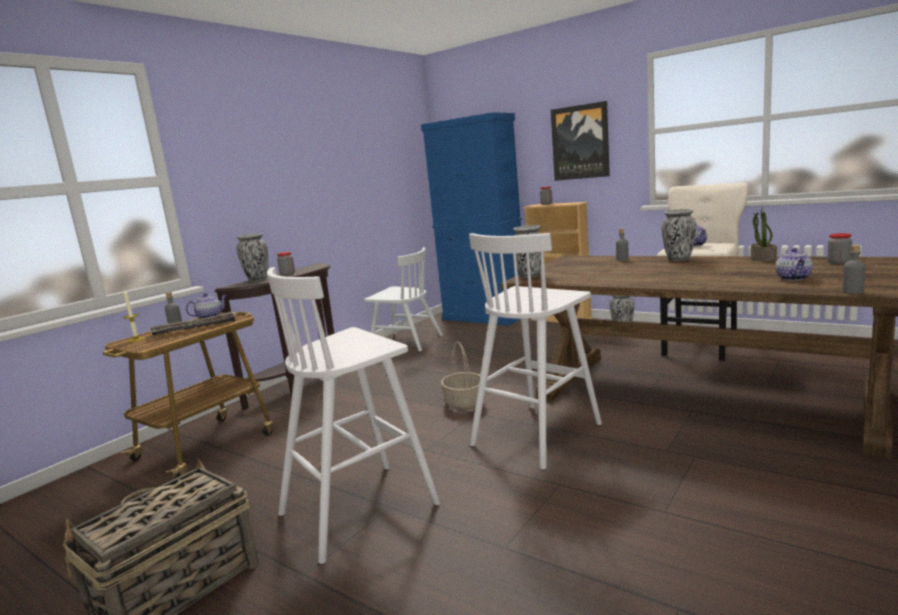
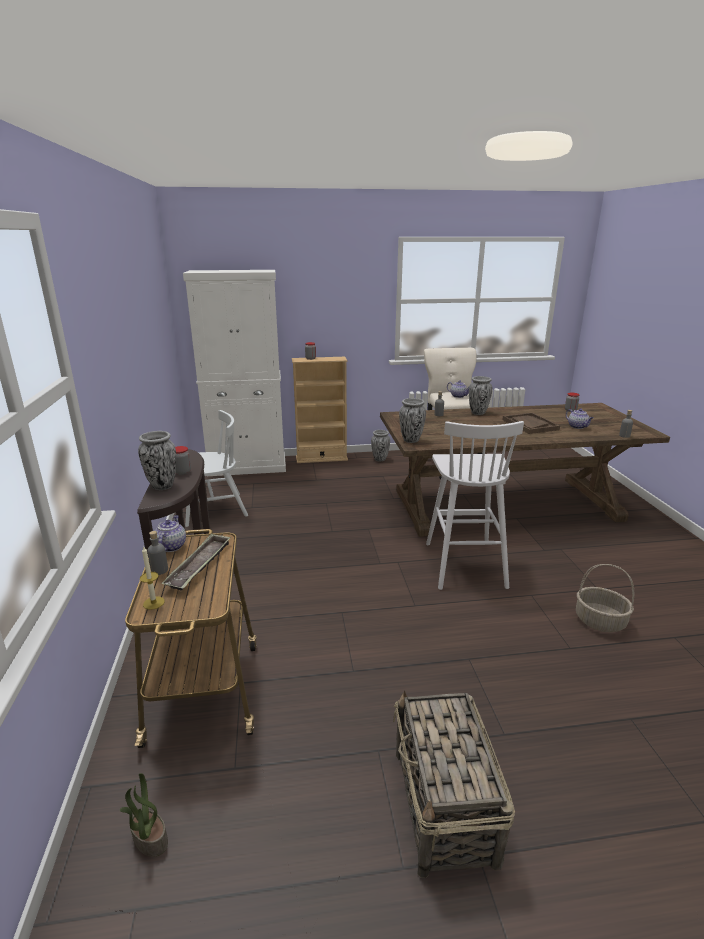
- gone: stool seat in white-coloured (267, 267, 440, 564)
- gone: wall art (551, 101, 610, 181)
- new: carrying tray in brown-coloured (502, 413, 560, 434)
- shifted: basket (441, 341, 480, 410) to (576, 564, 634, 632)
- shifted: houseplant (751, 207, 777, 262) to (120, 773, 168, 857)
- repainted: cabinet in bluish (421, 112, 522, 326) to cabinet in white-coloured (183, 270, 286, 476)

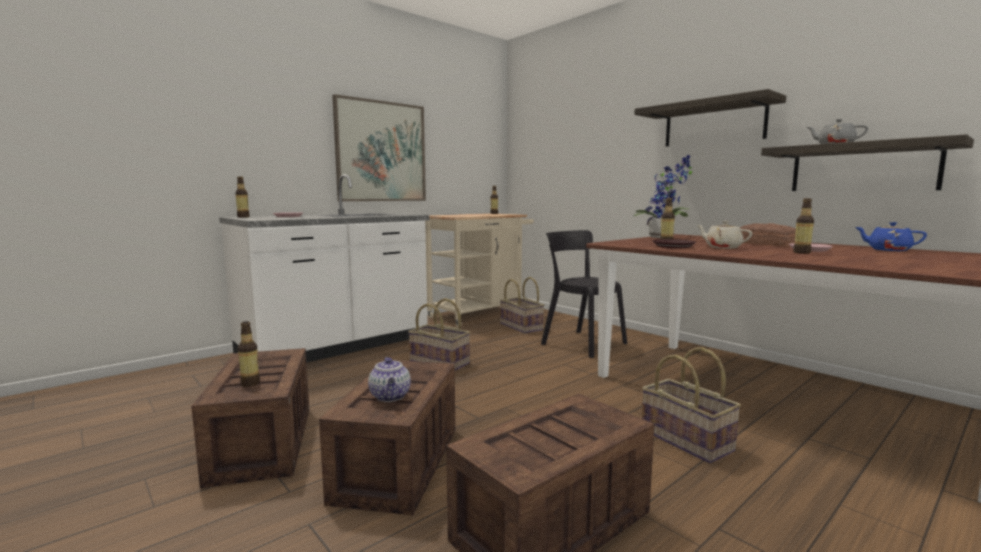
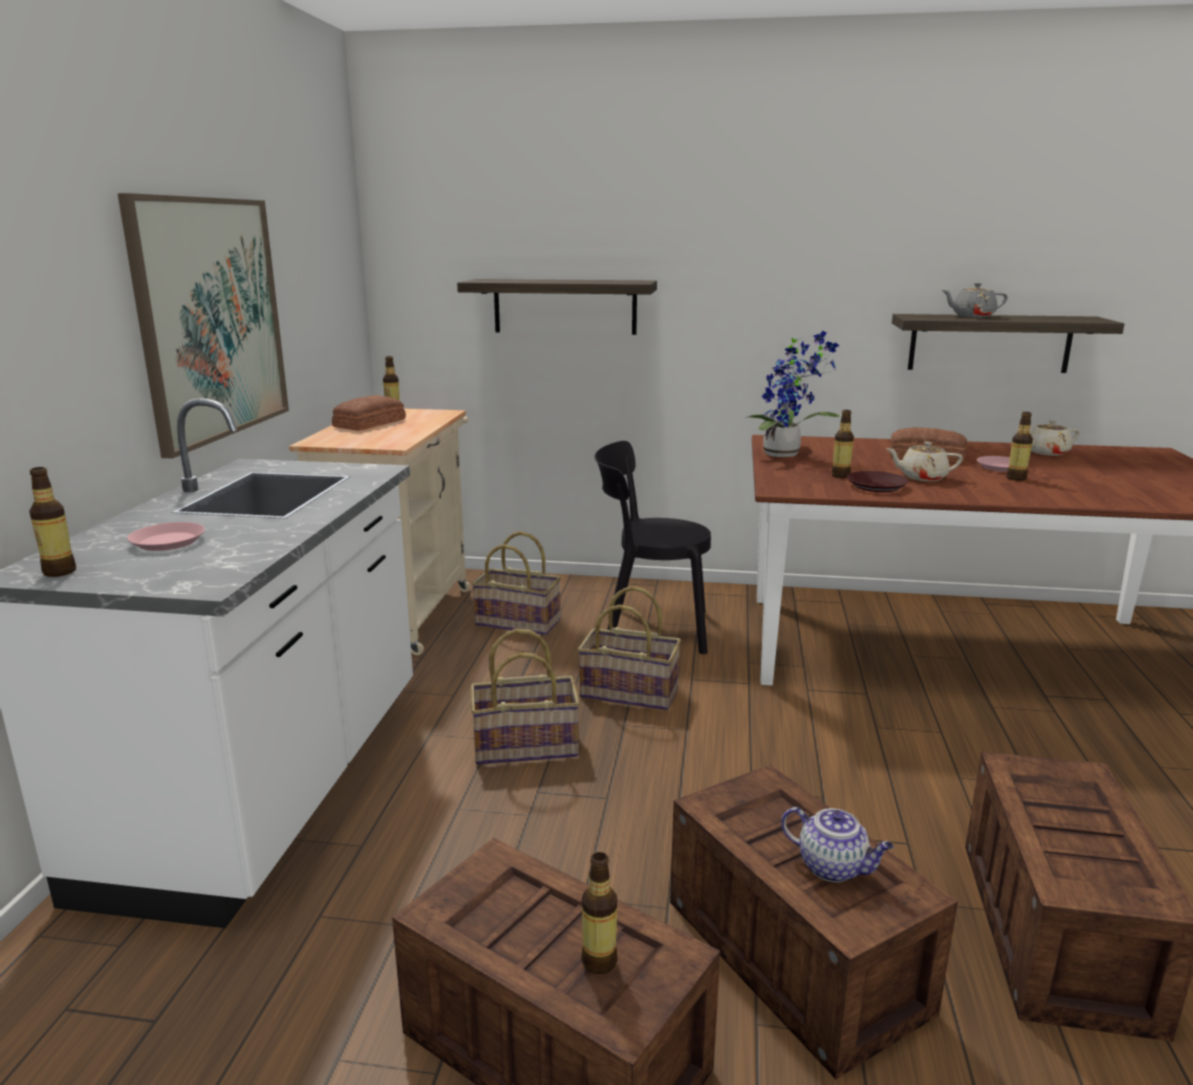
- new: bakery bread (332, 395, 406, 431)
- shifted: bracket shelf (634, 89, 786, 147) to (457, 279, 657, 335)
- shifted: basket (642, 347, 741, 463) to (578, 586, 681, 710)
- repainted: teapot in bluish (855, 222, 927, 251) to teapot in beige-coloured (1030, 420, 1080, 456)

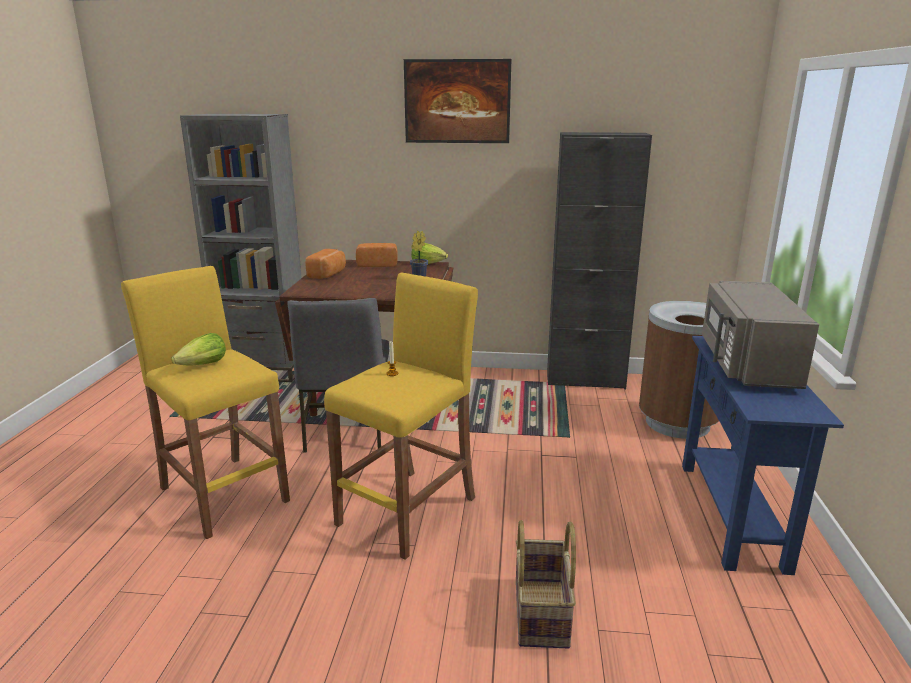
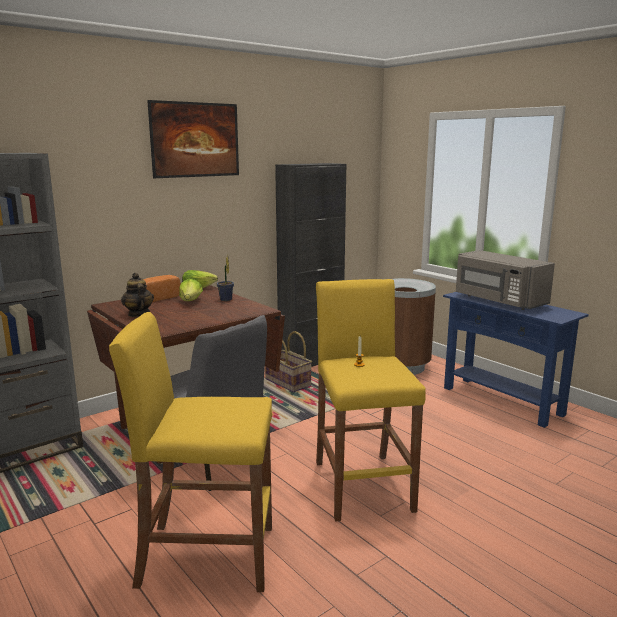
- shifted: lettuce head (172, 333, 226, 366) to (179, 279, 203, 301)
- shifted: basket (516, 520, 576, 648) to (265, 331, 312, 392)
- swapped: bakery bread (305, 249, 346, 279) to teapot (121, 273, 154, 317)

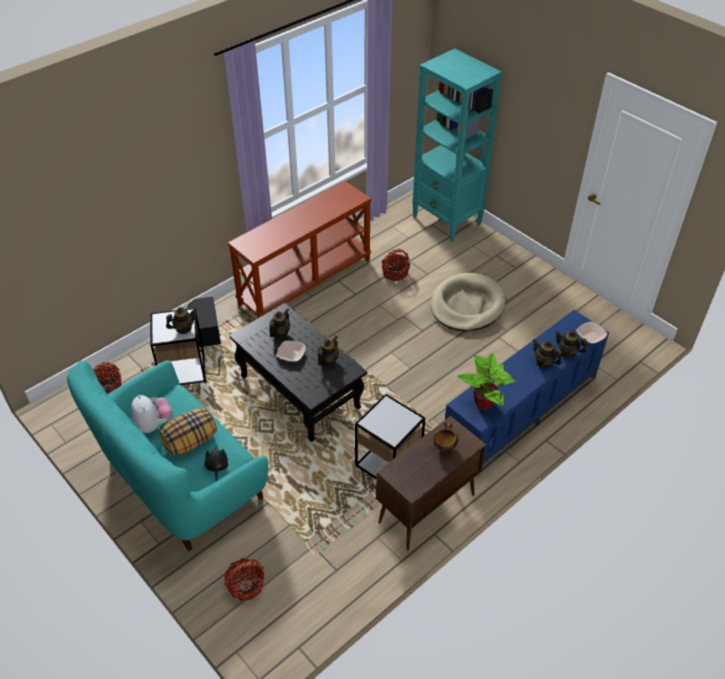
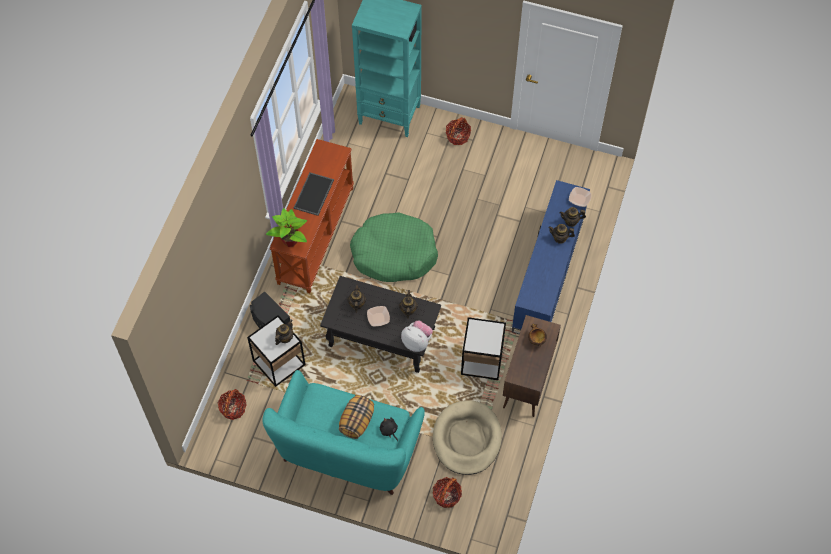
- new: carrying tray (294, 172, 334, 216)
- new: dog bed in green (350, 212, 438, 282)
- shifted: soft toy (131, 395, 173, 433) to (401, 321, 433, 352)
- shifted: basket (382, 249, 410, 281) to (446, 117, 471, 145)
- shifted: dog bed in beige-coloured (431, 273, 506, 331) to (433, 400, 502, 475)
- shifted: houseplant (457, 353, 515, 410) to (266, 208, 307, 247)

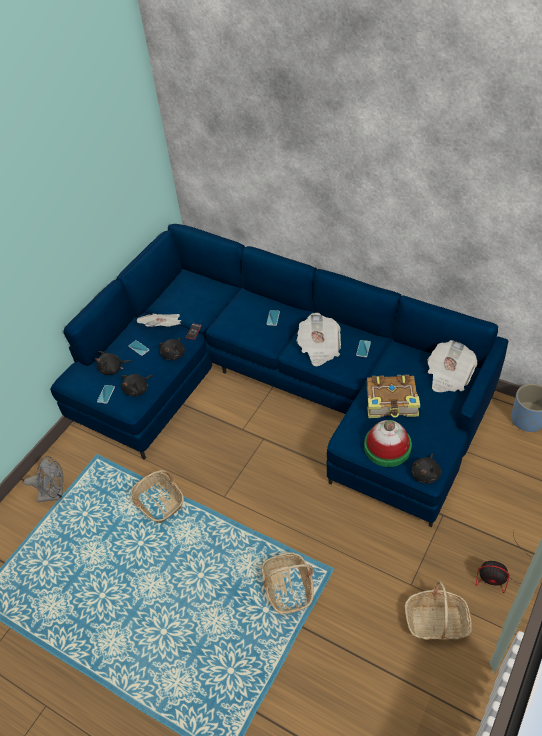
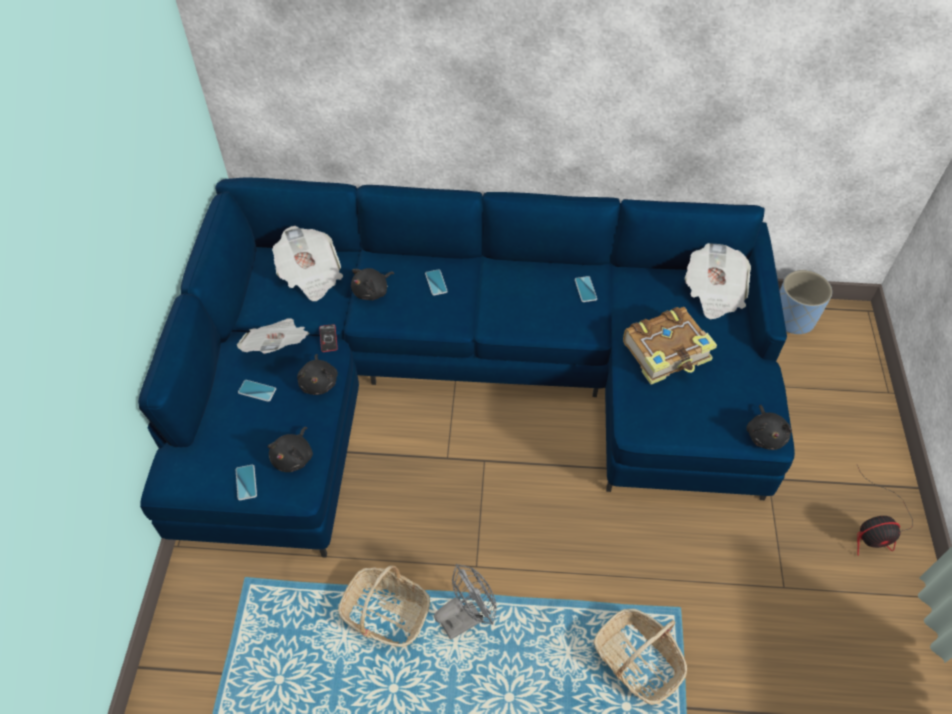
- gone: clothing hat (364, 420, 412, 467)
- gone: basket (405, 581, 472, 640)
- shifted: cooling fan in grey (24, 456, 64, 502) to (434, 564, 497, 640)
- shifted: soft toy in blackish (95, 351, 132, 375) to (351, 268, 394, 300)
- shifted: printed paper (296, 313, 341, 367) to (272, 226, 343, 301)

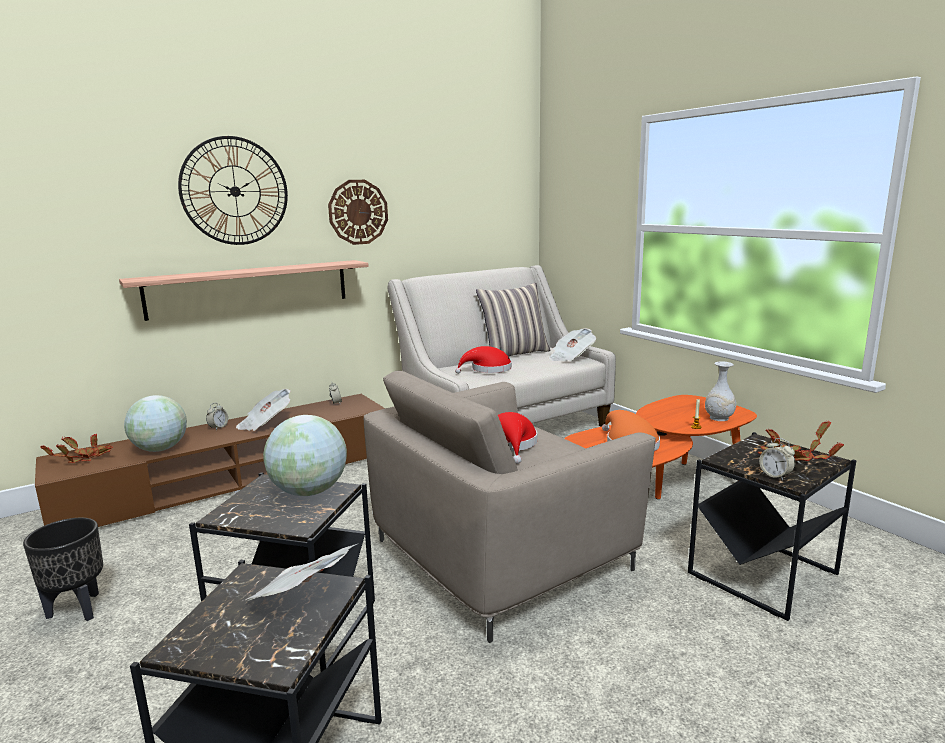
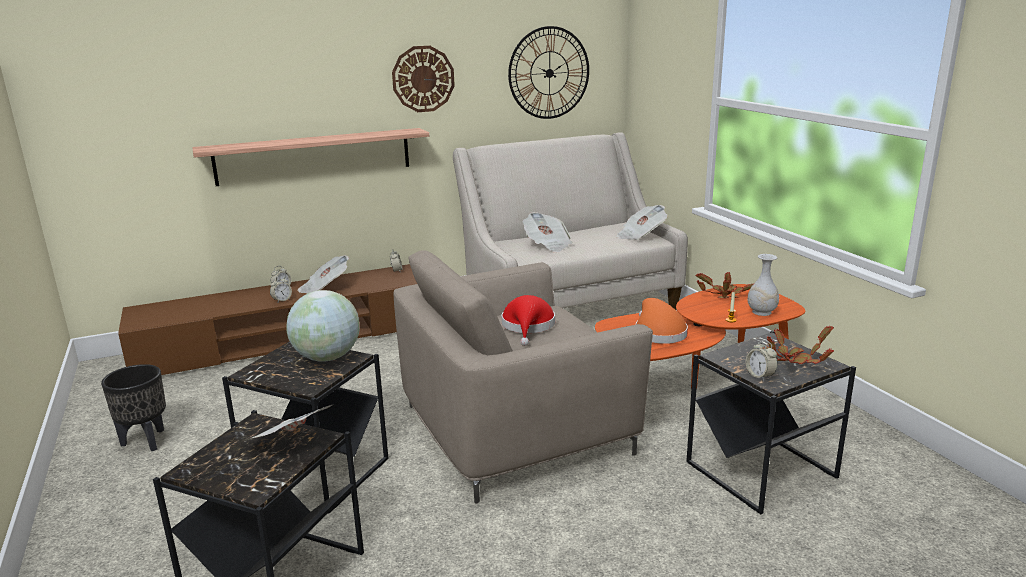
- gone: desk globe (124, 395, 187, 452)
- gone: pillow (476, 283, 551, 357)
- new: alarm clock (270, 276, 292, 302)
- shifted: houseplant (40, 434, 113, 463) to (695, 272, 753, 299)
- shifted: wall clock (178, 136, 288, 245) to (508, 26, 589, 119)
- swapped: clothing hat in reddish (455, 346, 512, 374) to printed paper (523, 212, 573, 253)

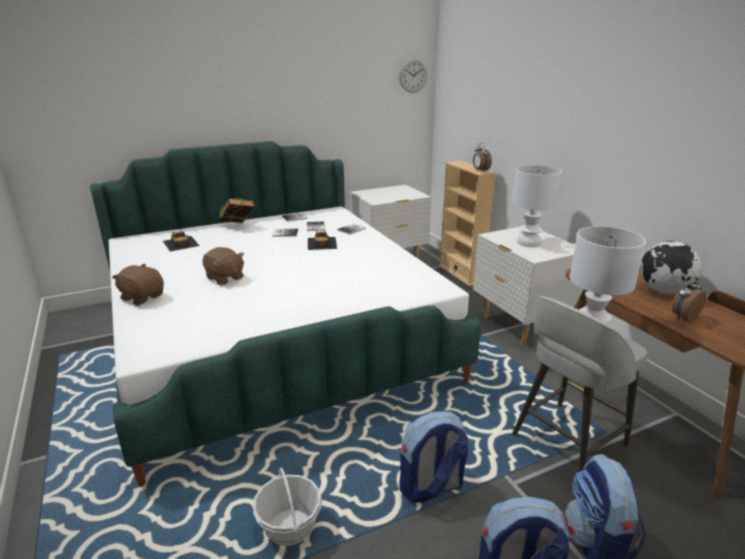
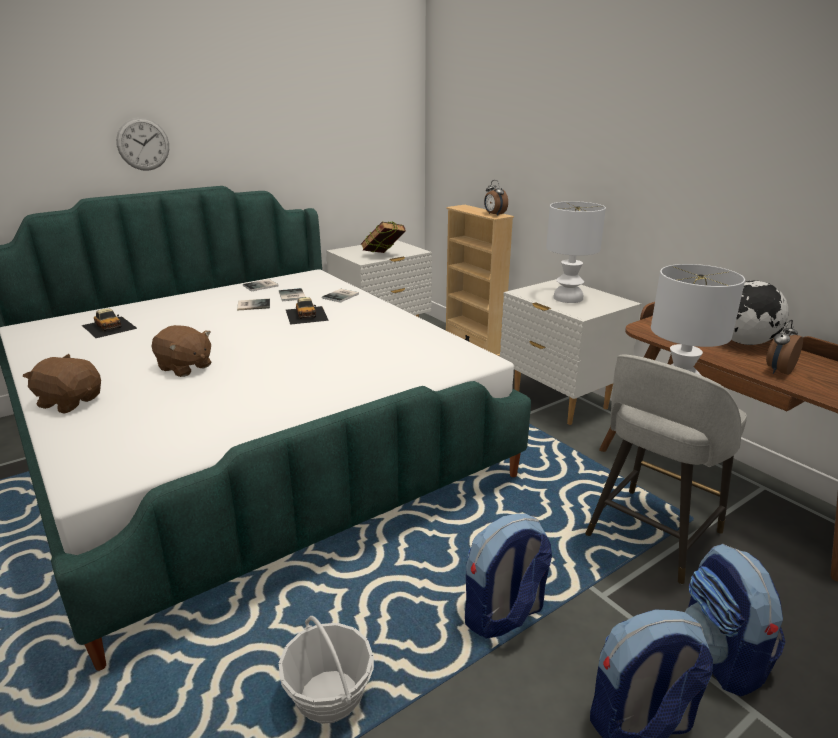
- shifted: volume (218, 198, 254, 223) to (361, 222, 406, 253)
- shifted: wall clock (399, 58, 427, 93) to (116, 118, 169, 171)

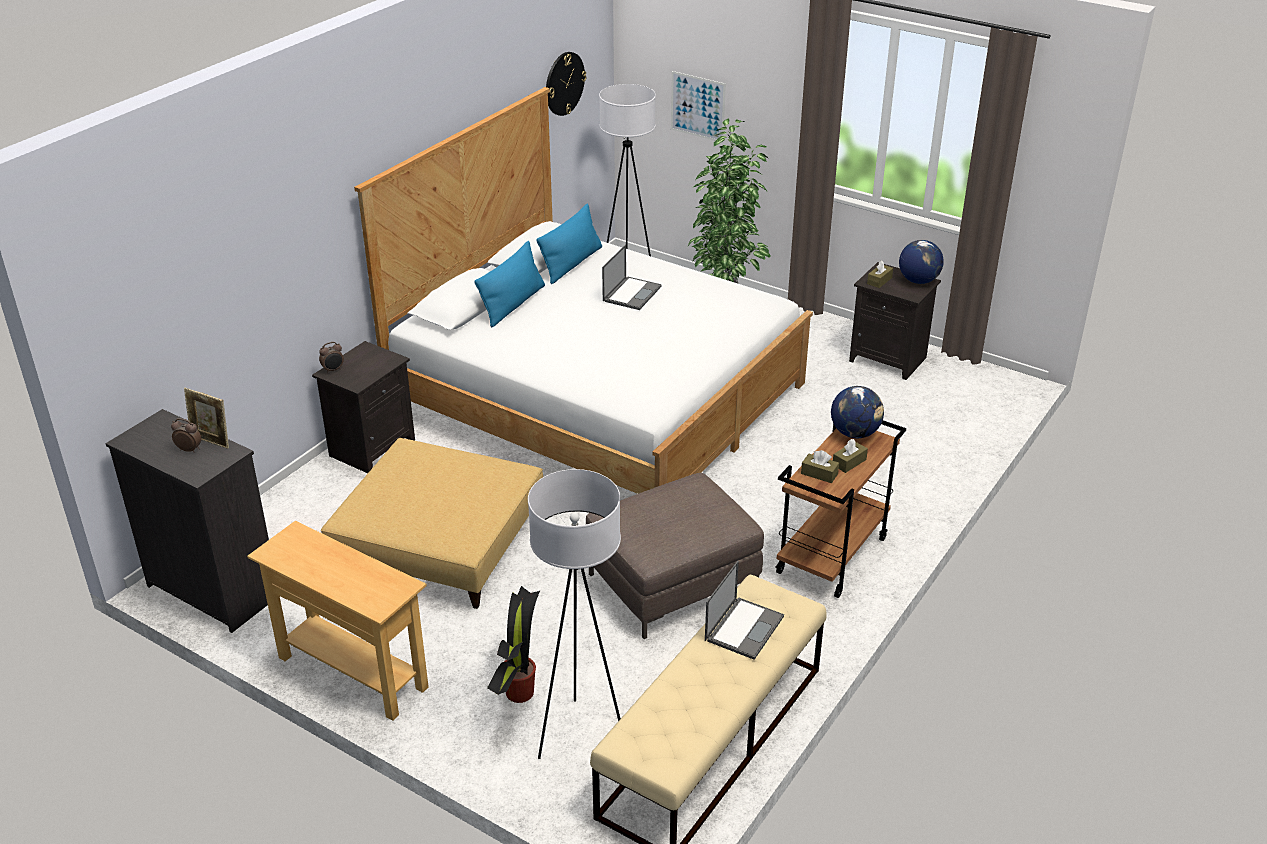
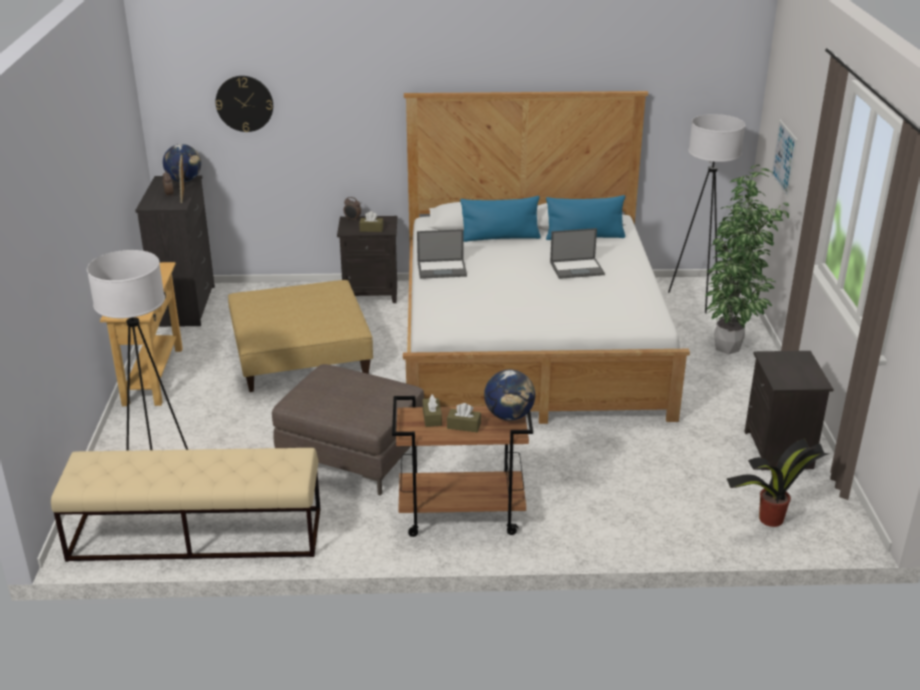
- shifted: houseplant (487, 586, 540, 703) to (727, 438, 828, 527)
- shifted: wall clock (546, 52, 586, 116) to (216, 76, 273, 132)
- shifted: laptop (705, 561, 784, 660) to (417, 229, 467, 279)
- shifted: tissue holder in brown-coloured (867, 261, 893, 288) to (359, 211, 383, 232)
- shifted: desk globe (899, 240, 944, 284) to (163, 144, 201, 182)

